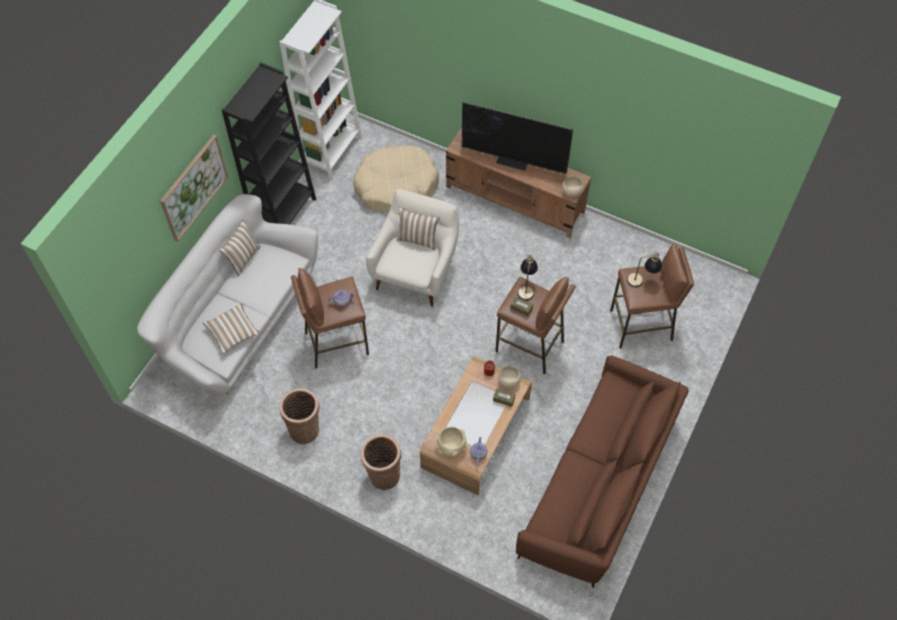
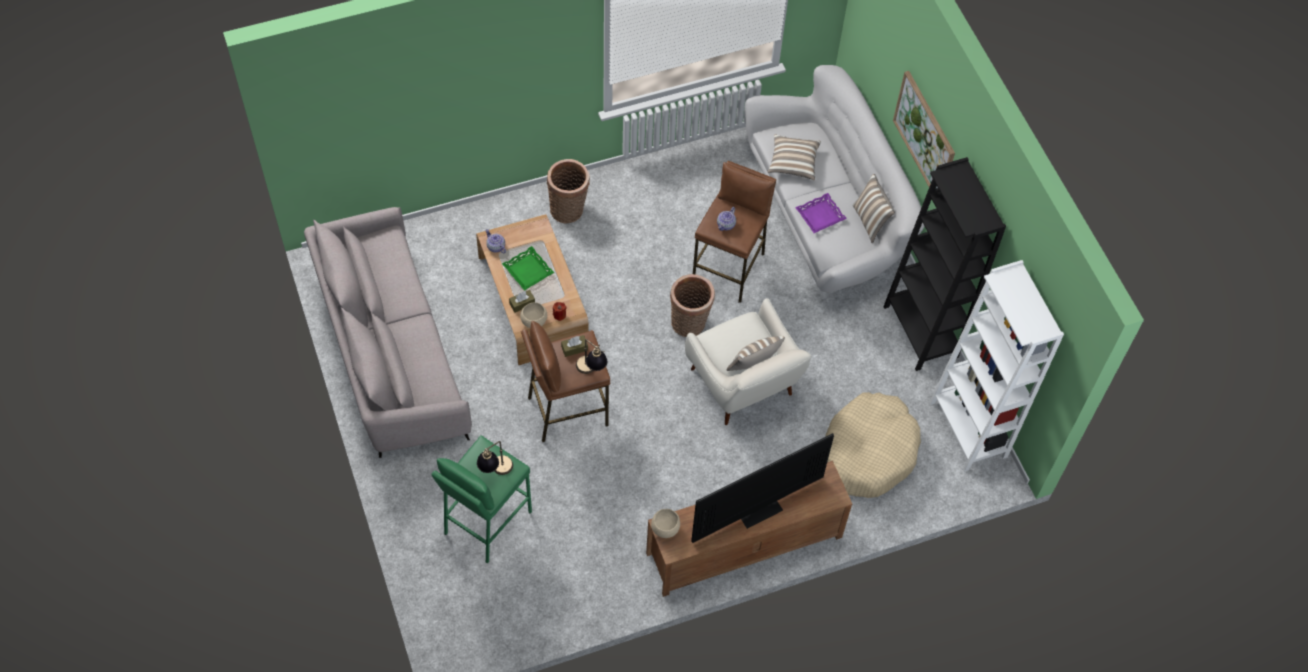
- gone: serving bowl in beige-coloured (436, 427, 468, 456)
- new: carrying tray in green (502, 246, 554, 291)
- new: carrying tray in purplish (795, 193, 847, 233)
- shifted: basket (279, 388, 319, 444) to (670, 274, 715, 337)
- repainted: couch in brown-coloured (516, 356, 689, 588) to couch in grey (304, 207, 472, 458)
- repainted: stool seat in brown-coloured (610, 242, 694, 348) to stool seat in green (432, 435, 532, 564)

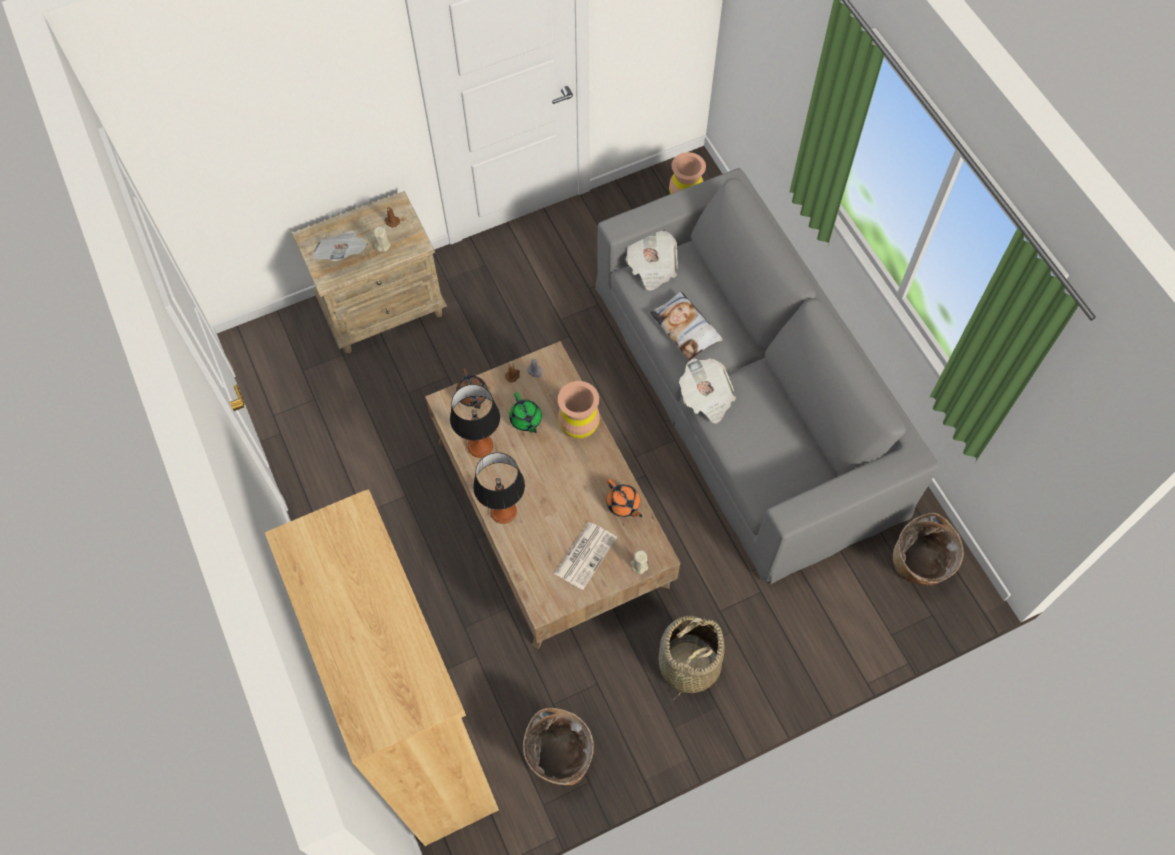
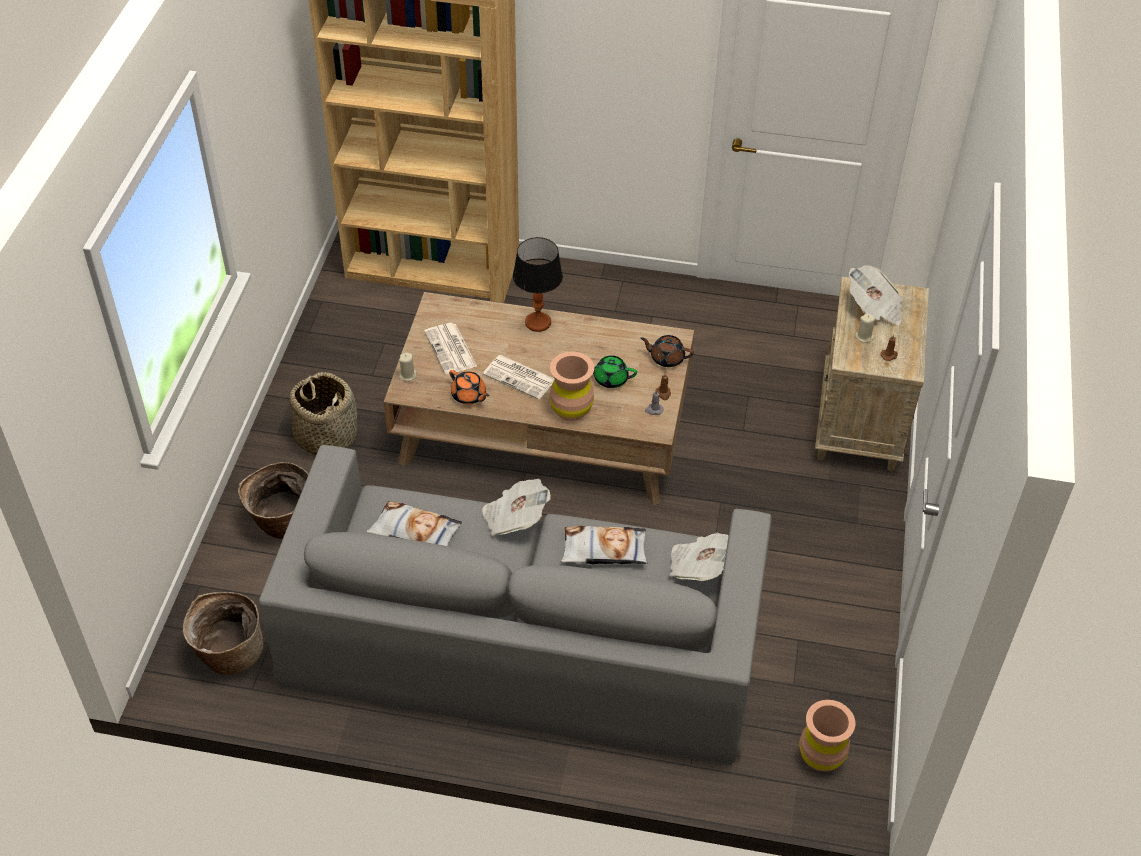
- gone: lamp for a table (450, 384, 500, 458)
- new: pillow (366, 501, 462, 546)
- new: printed paper (483, 355, 554, 400)
- shifted: basket (523, 708, 594, 785) to (238, 462, 308, 539)
- rotated: teapot in orange (607, 479, 642, 517) = (449, 370, 489, 404) 135 degrees counterclockwise

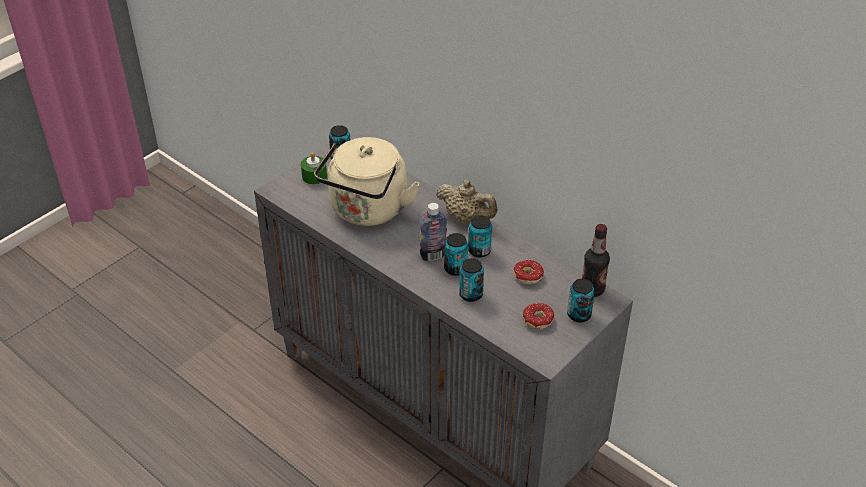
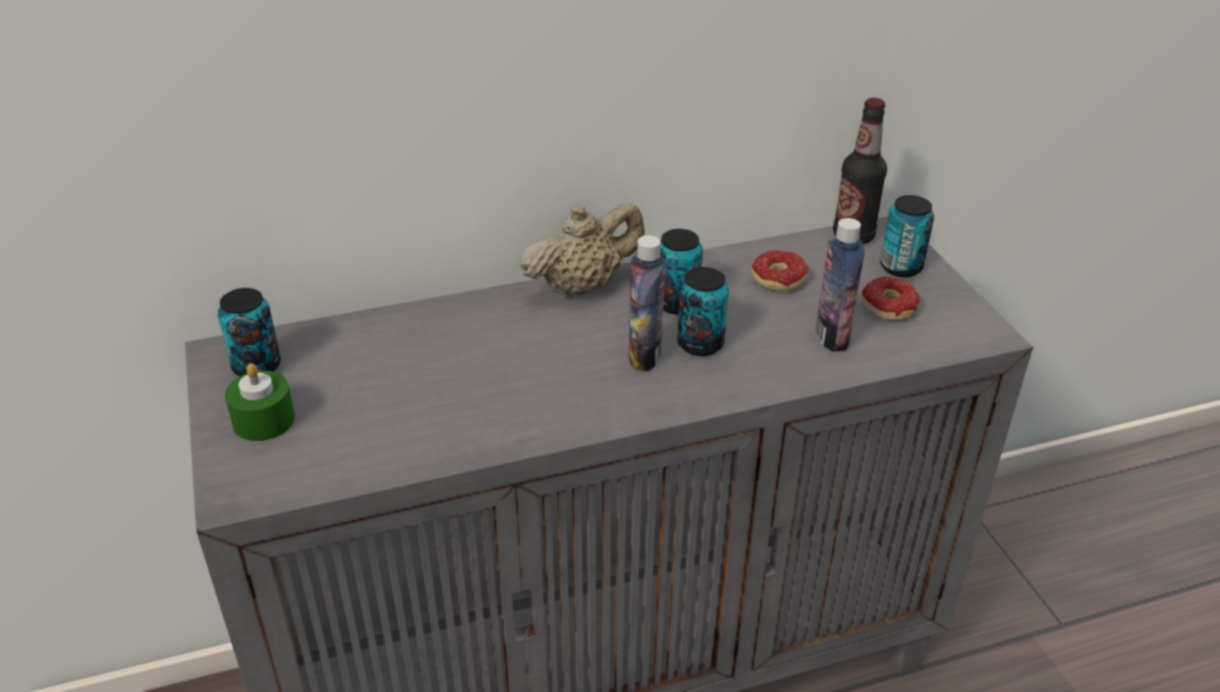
- gone: kettle in beige-coloured (314, 137, 420, 226)
- gone: sealed can (459, 258, 484, 302)
- new: drink bottle (815, 218, 865, 352)

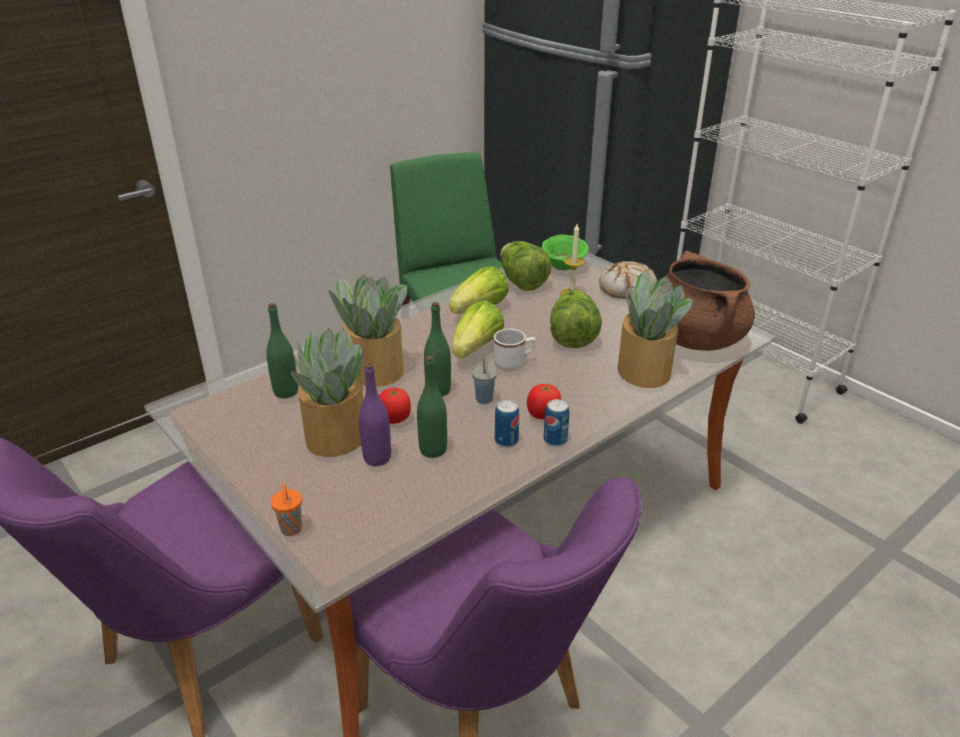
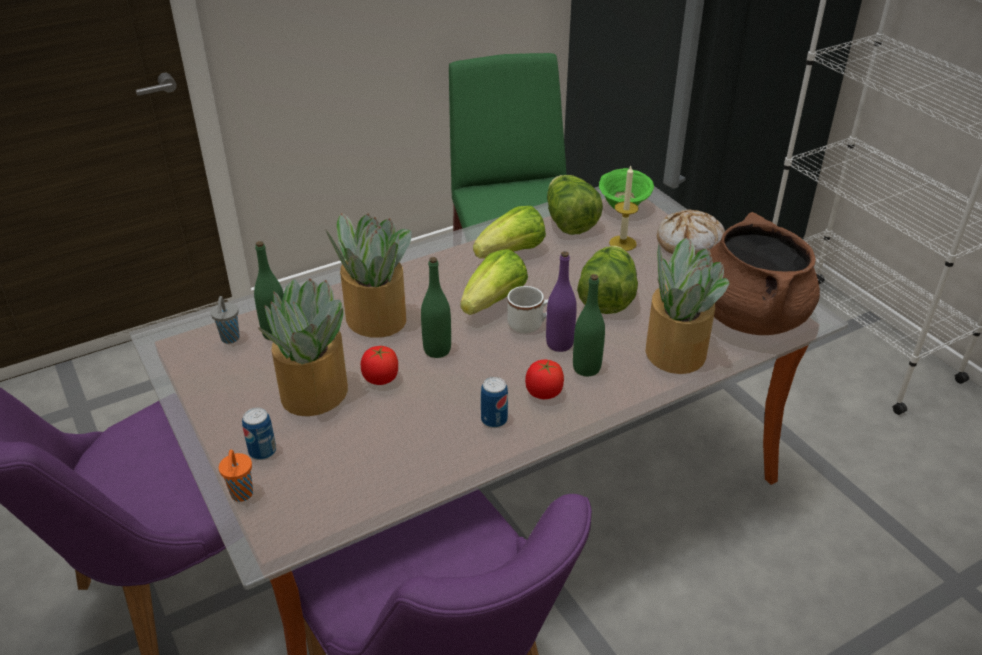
- shifted: drink bottle in purplish (359, 363, 391, 466) to (546, 251, 577, 352)
- shifted: drink bottle in green (417, 356, 447, 458) to (573, 274, 605, 376)
- shifted: small cup in grey (472, 358, 497, 404) to (211, 296, 240, 344)
- shifted: sealed can (544, 399, 570, 446) to (242, 408, 276, 460)

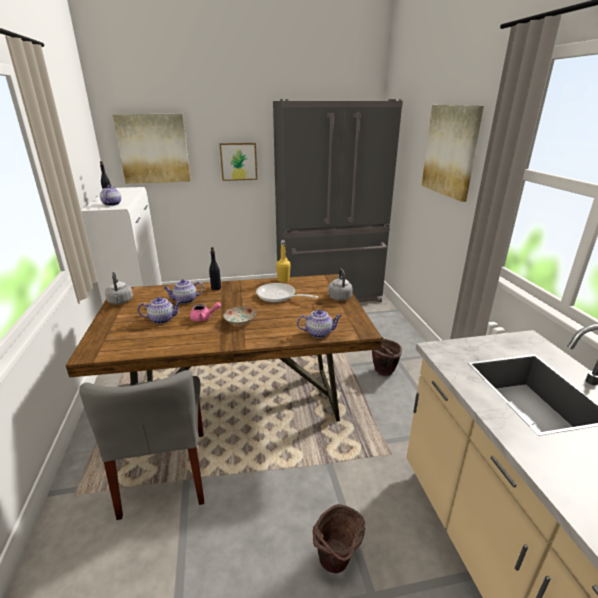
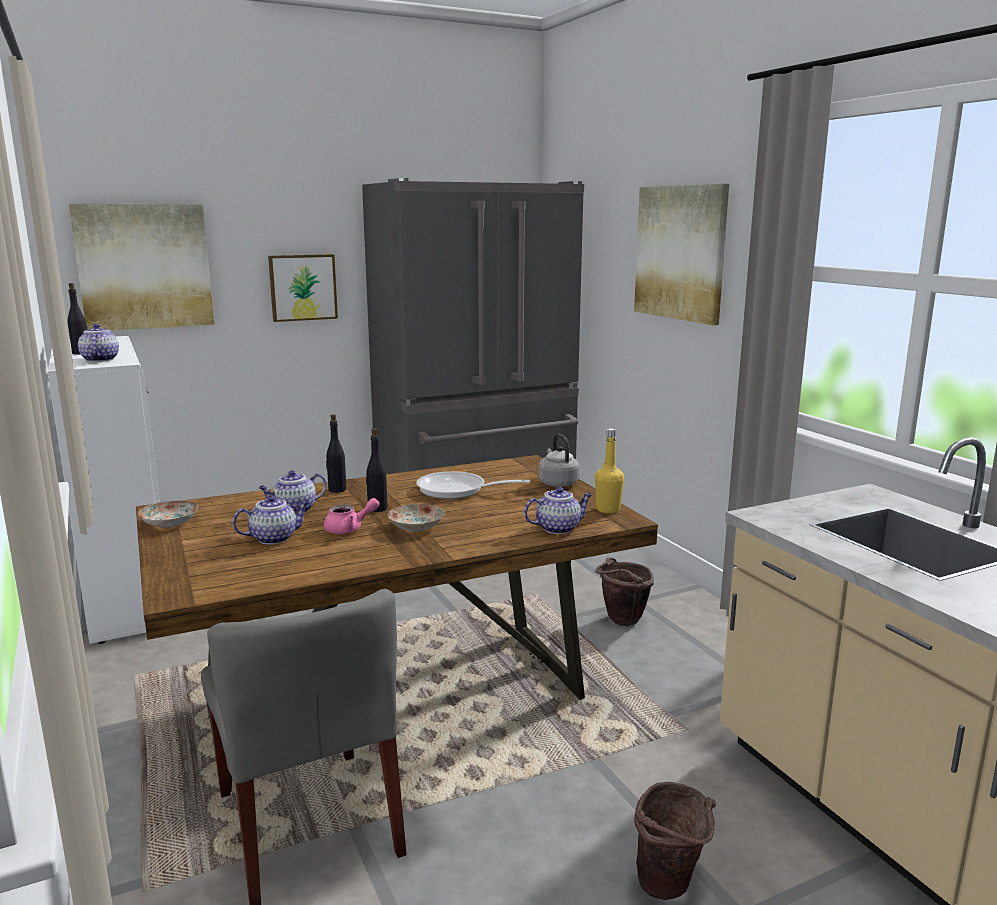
- new: drink bottle in blackish (366, 428, 388, 512)
- shifted: drink bottle in yellowish (276, 240, 291, 282) to (595, 428, 624, 513)
- swapped: kettle in grey (105, 272, 133, 304) to plate (138, 501, 198, 528)

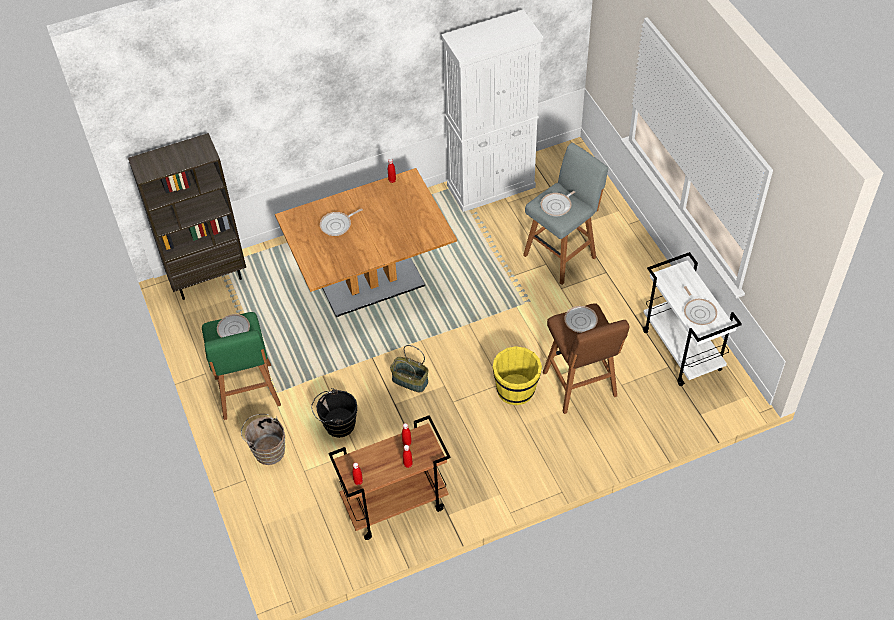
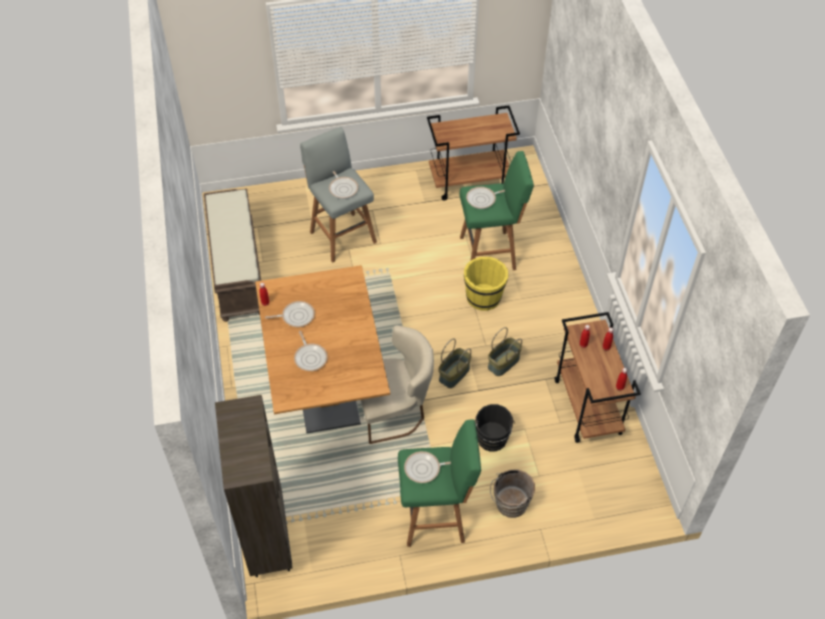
- new: upright chair in beige-coloured (361, 325, 434, 444)
- new: basket (488, 327, 522, 376)
- shifted: frying pan (684, 286, 717, 325) to (265, 301, 315, 327)
- swapped: cabinet in white-coloured (441, 10, 543, 212) to long seat in brown-coloured (204, 189, 261, 322)
- repainted: stool seat in brown-coloured (543, 303, 629, 414) to stool seat in green (459, 151, 534, 270)
- repainted: wheeled cart in white-coloured (643, 252, 742, 386) to wheeled cart in brown-coloured (427, 105, 520, 200)

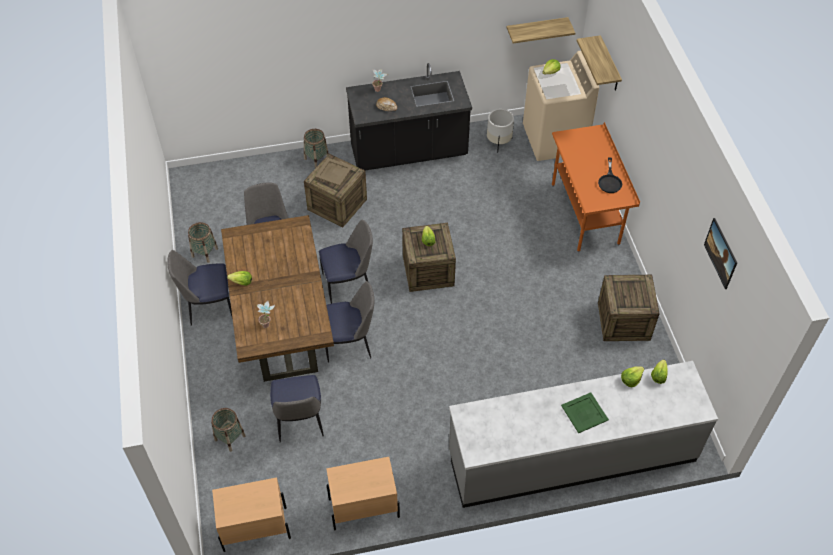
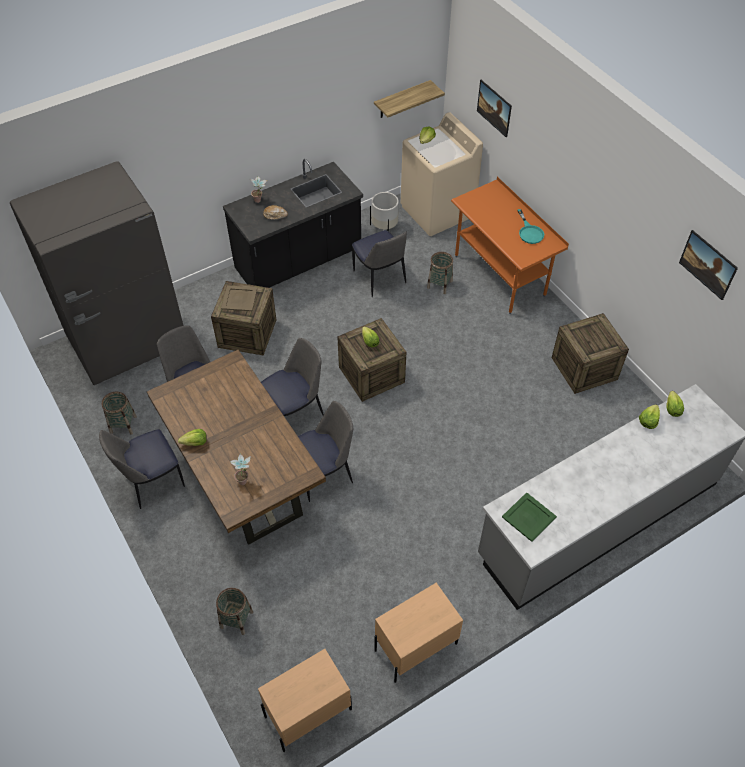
- new: refrigerator in grey (10, 161, 184, 385)
- shifted: upright chair (270, 375, 324, 443) to (352, 230, 407, 297)
- shifted: basket (304, 129, 329, 168) to (427, 252, 453, 294)
- shifted: carrying tray in green (561, 392, 609, 433) to (502, 492, 557, 542)
- swapped: bracket shelf (577, 35, 622, 91) to wall art (477, 80, 512, 137)
- repainted: frying pan in blackish (598, 157, 622, 193) to frying pan in blue-green (517, 209, 544, 244)

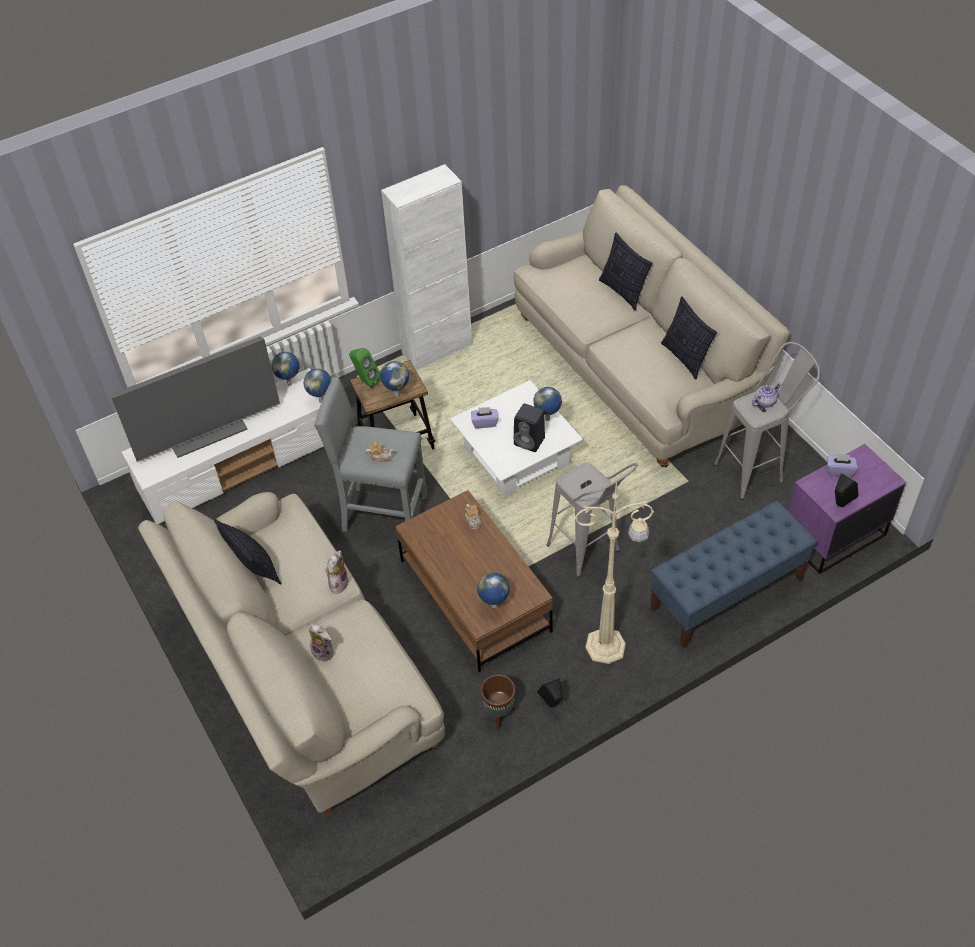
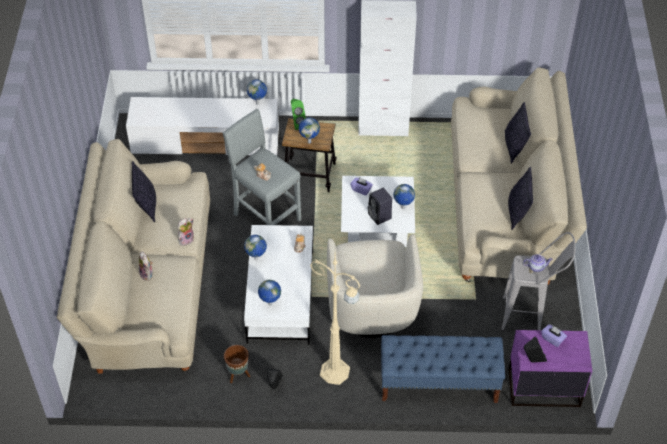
- gone: TV (112, 336, 280, 462)
- shifted: desk globe (303, 369, 331, 403) to (244, 235, 267, 261)
- swapped: stool seat in grey (547, 462, 638, 578) to easy chair in beige-coloured (327, 234, 423, 338)
- repainted: coffee table in brown-coloured (396, 490, 553, 672) to coffee table in white-coloured (244, 225, 313, 345)

